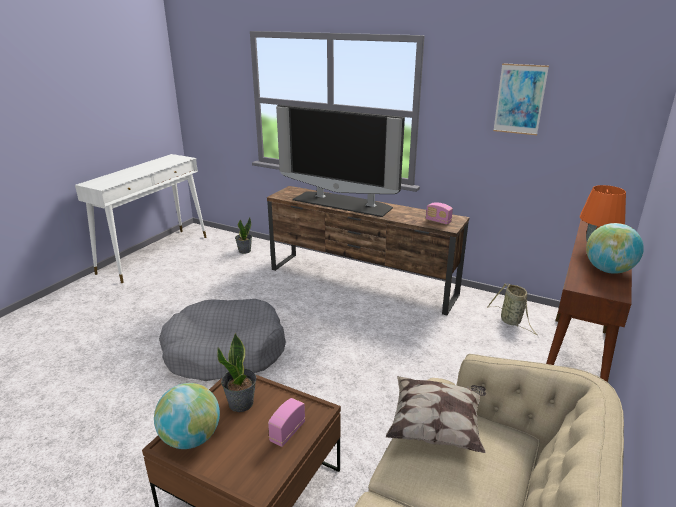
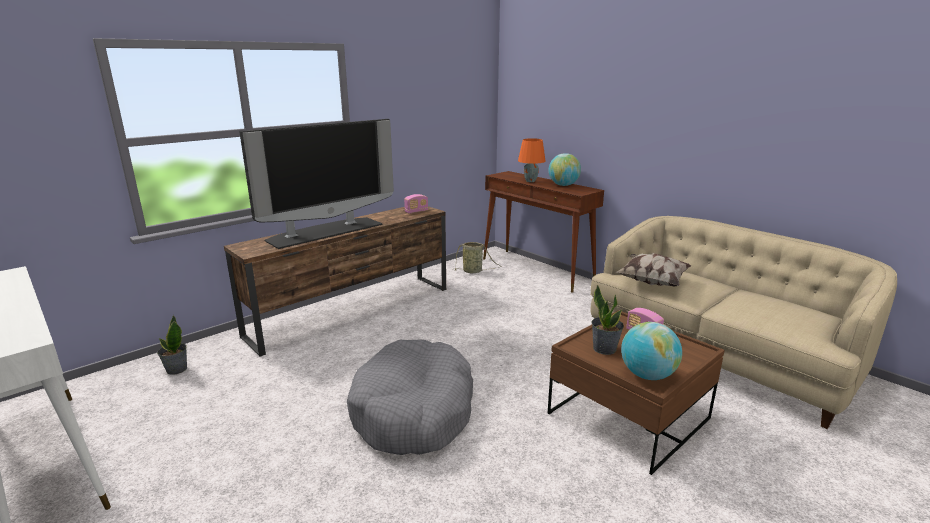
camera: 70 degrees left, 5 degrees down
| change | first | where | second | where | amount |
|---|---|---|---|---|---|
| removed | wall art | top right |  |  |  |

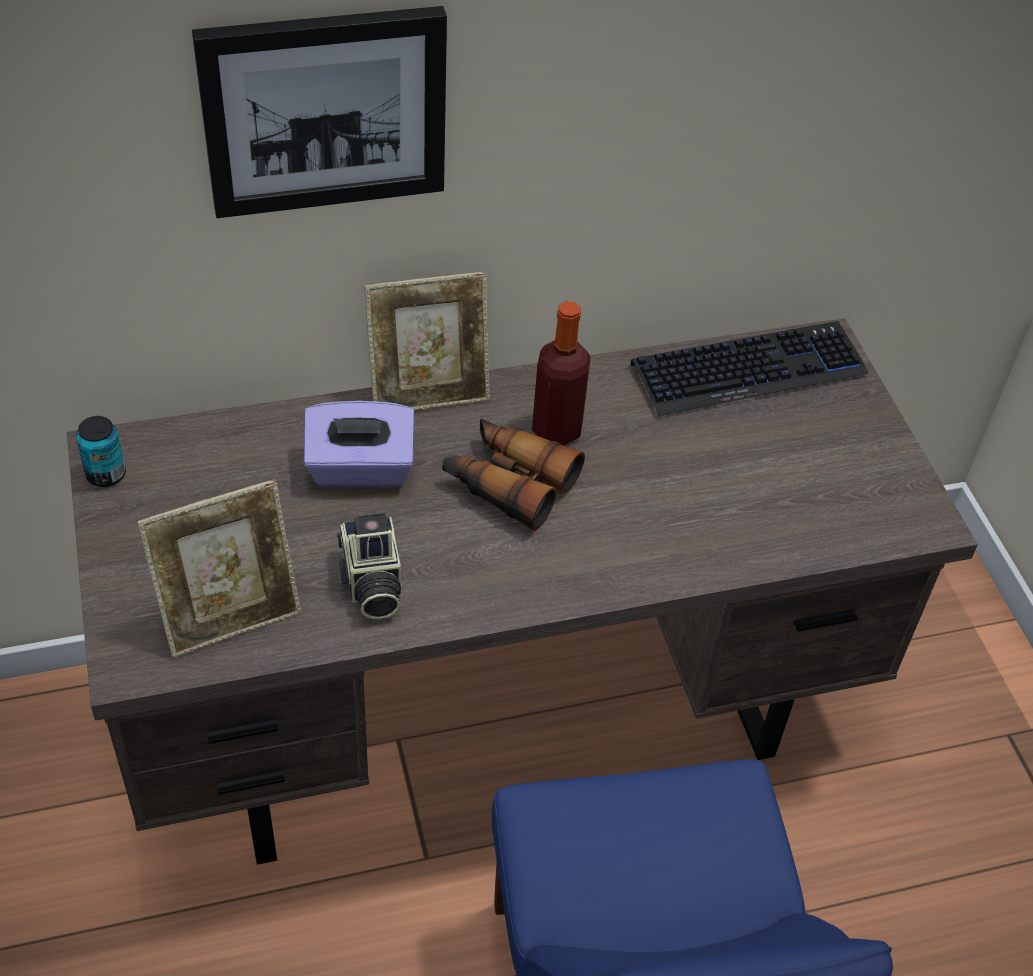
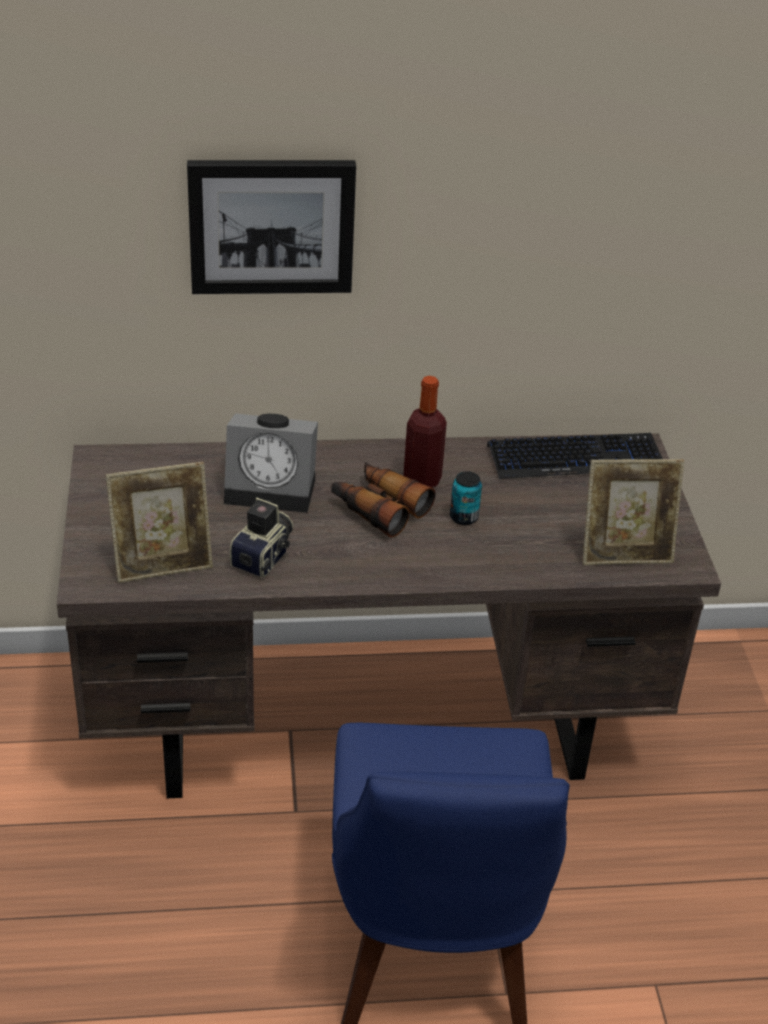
camera: 10 degrees right, 10 degrees down
| change | first | where | second | where | amount |
|---|---|---|---|---|---|
| moved | sealed can | middle left |  | centre |  |
| replaced | box of tissues (purple-coloured) | centre | alarm clock | centre |  |
| turned | still camera | centre |  | centre | 150 degrees counterclockwise |
| moved | standing frame (2nd from left) | centre |  | middle right |  |

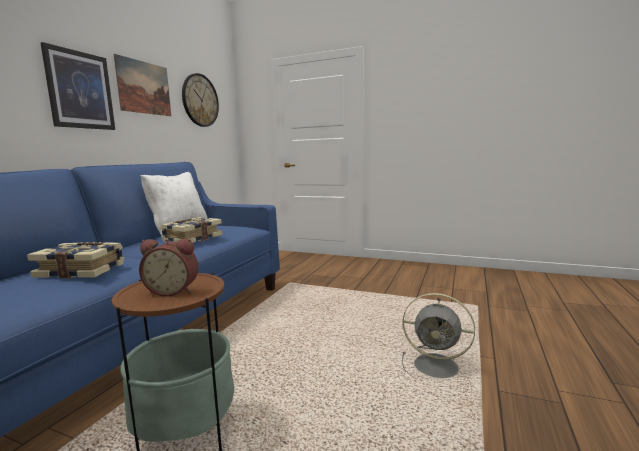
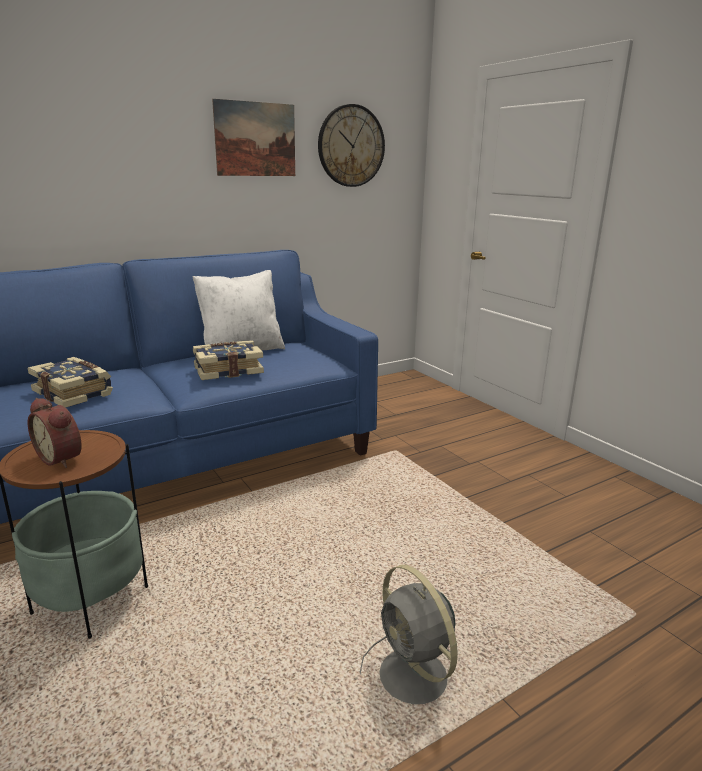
camera: 35 degrees right, 10 degrees up
| change | first | where | second | where | amount |
|---|---|---|---|---|---|
| removed | wall art (1st from left) | top left |  |  |  |

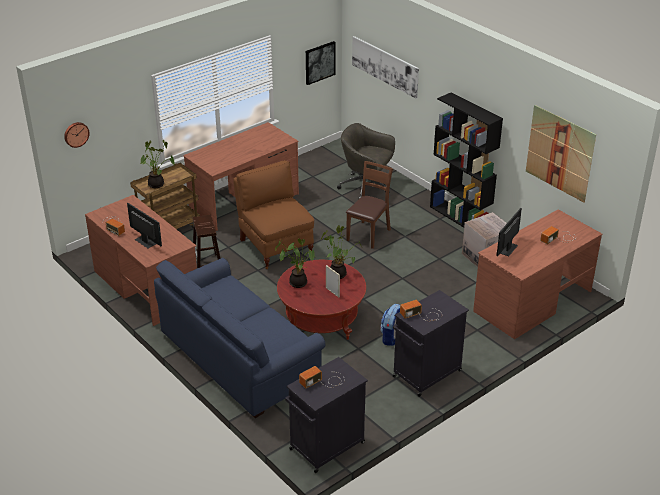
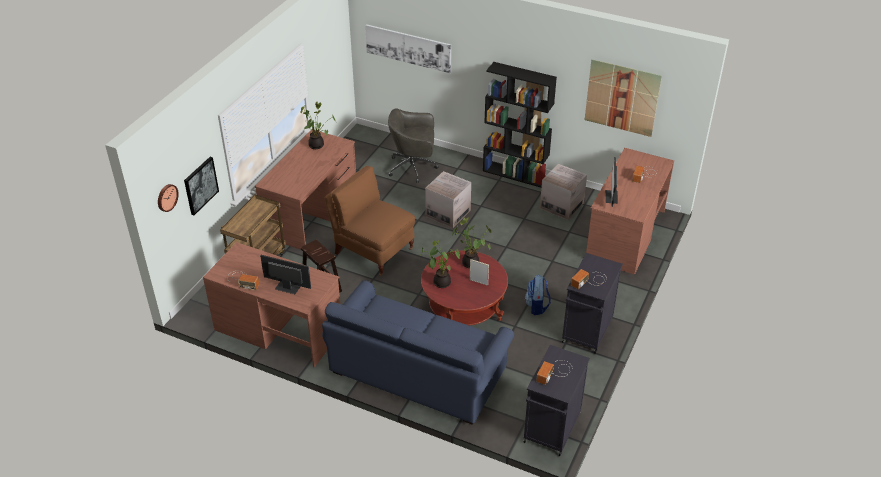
camera: 25 degrees left, 5 degrees up
| change | first | where | second | where | amount |
|---|---|---|---|---|---|
| moved | plant in a pot (1st from left) | top left |  | top centre |  |
| moved | wall art (1st from left) | top centre |  | middle left |  |
| replaced | chair (brown-coloured) (2nd from left) | centre | cardboard box (1st from left) | centre |  |

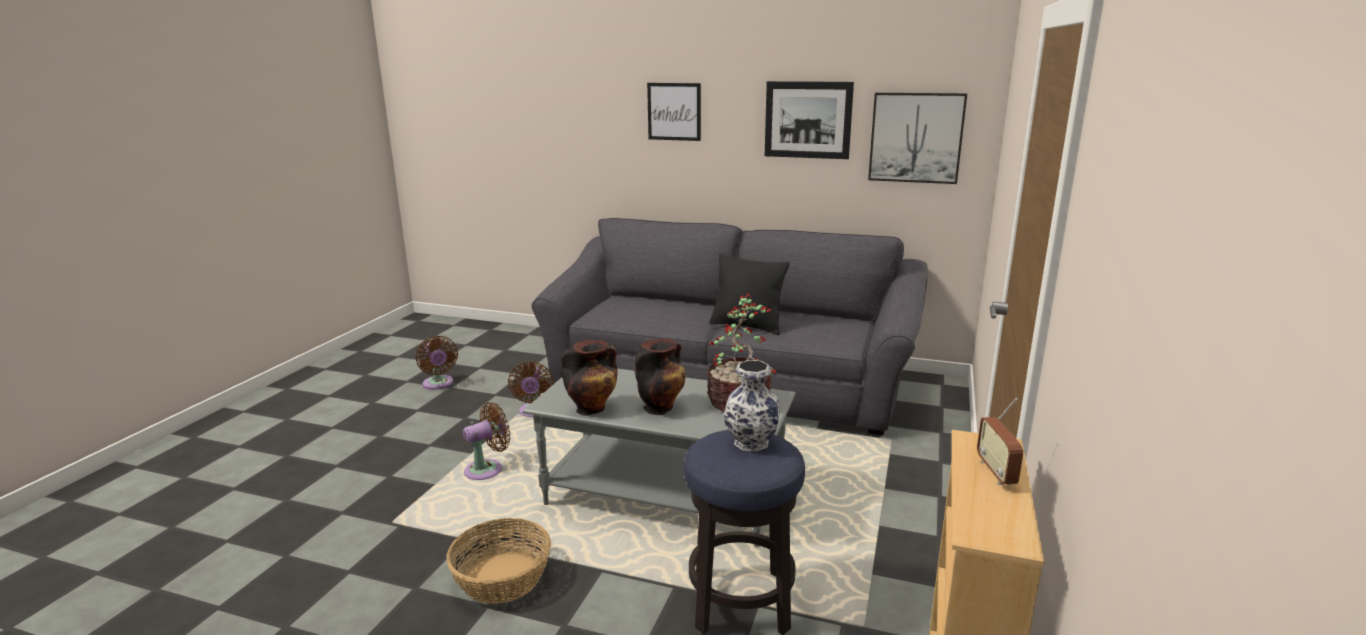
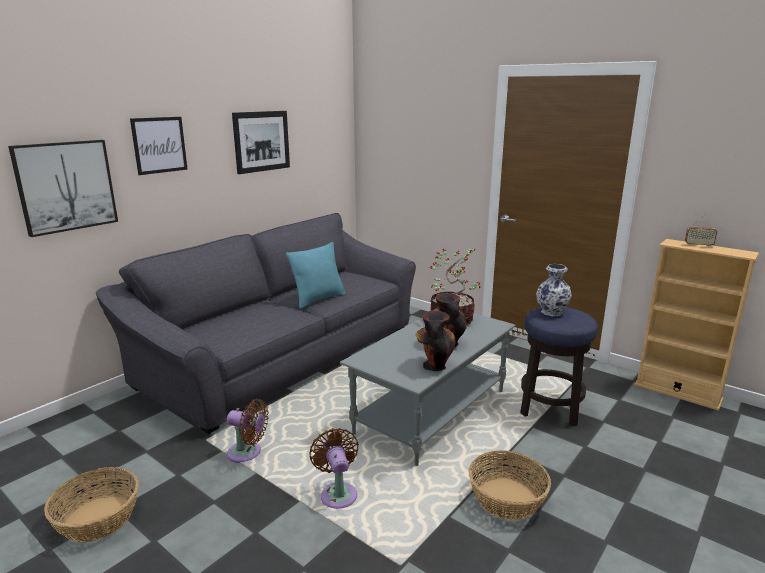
camera: 70 degrees left, 0 degrees up
| change | first | where | second | where | amount |
|---|---|---|---|---|---|
| replaced | electric fan (brown-coloured) (1st from left) | middle left | storage basket (1st from left) | bottom left |  |
| recoloured | pillow (black) | centre | pillow (blue-green) | centre |  |
| moved | wall art (3rd from left in the first image) | top right | wall art (1st from left) | top left |  |

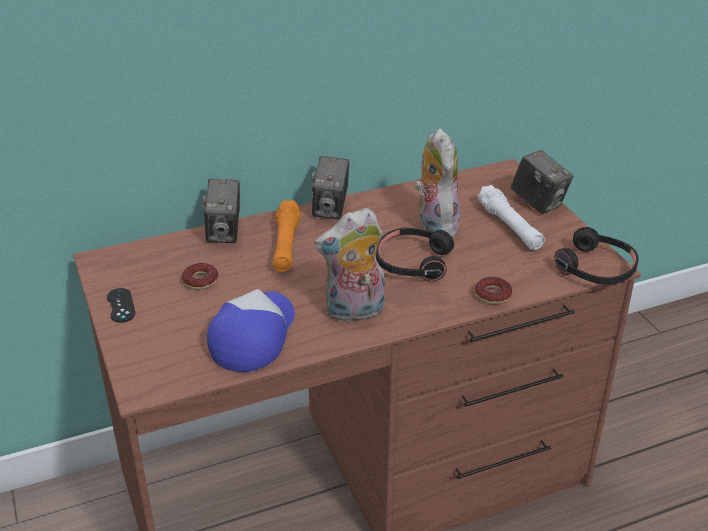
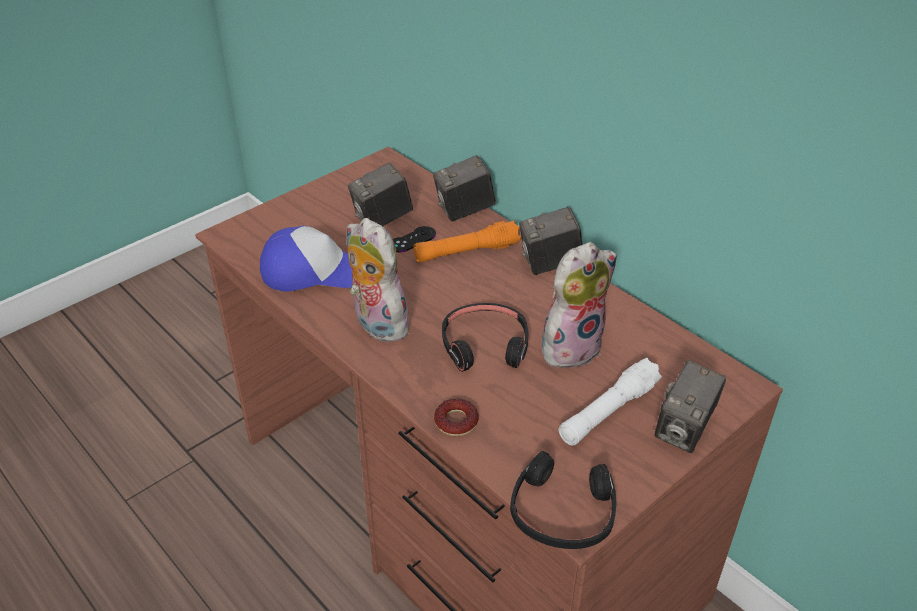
camera: 70 degrees right, 5 degrees up
| change | first | where | second | where | amount |
|---|---|---|---|---|---|
| moved | joypad (black) | middle left |  | centre |  |
| replaced | ring doughnut (1st from left) | middle left | still camera (1st from left) | top centre |  |

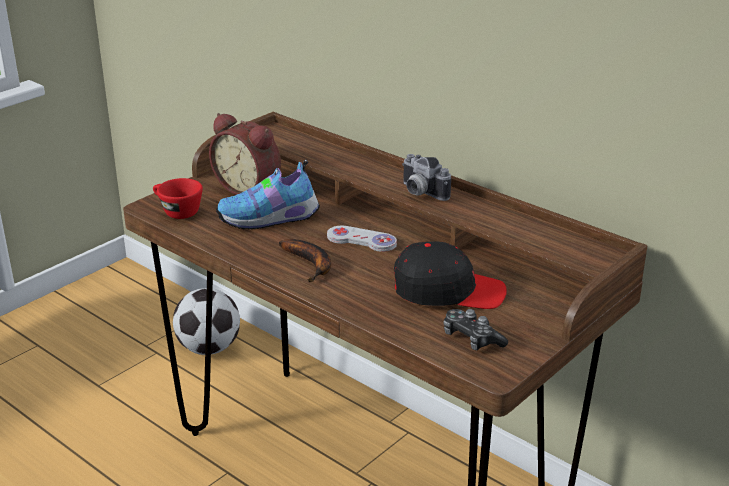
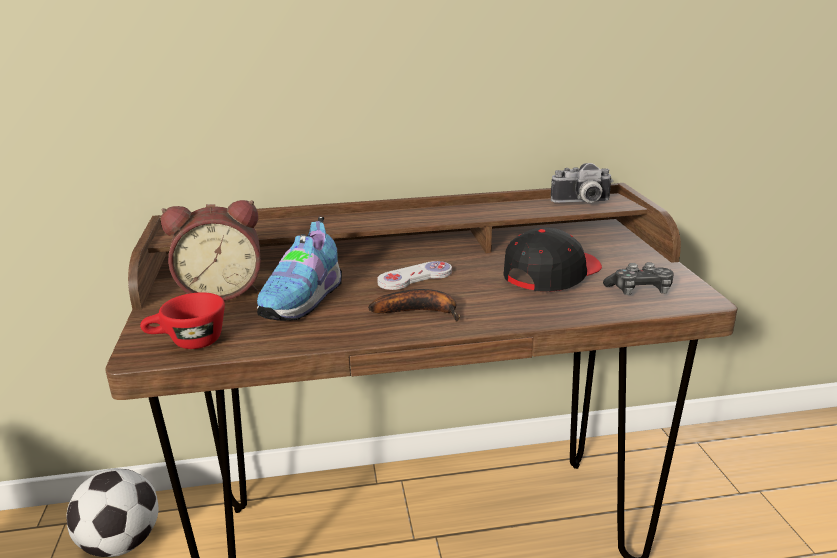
camera: 50 degrees left, 5 degrees down
| change | first | where | second | where | amount |
|---|---|---|---|---|---|
| moved | still camera | centre |  | top right |  |

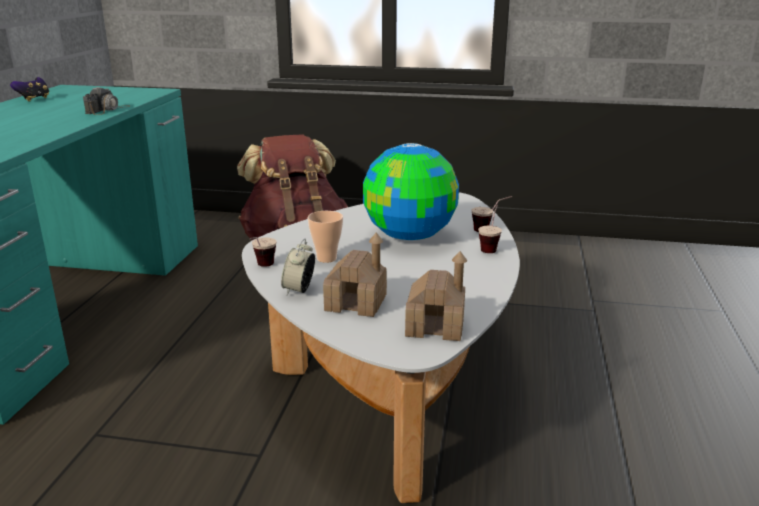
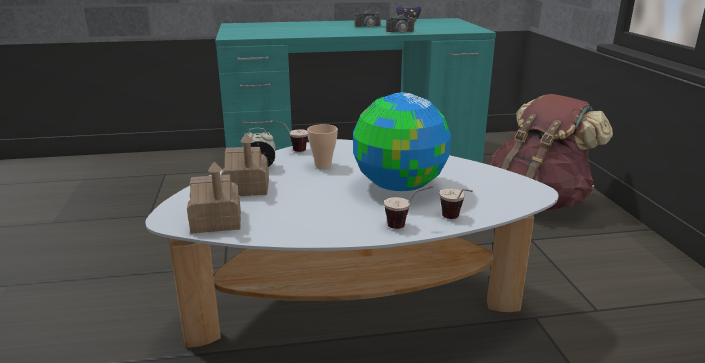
camera: 70 degrees right, 0 degrees up
| change | first | where | second | where | amount |
|---|---|---|---|---|---|
| added |  |  | still camera (1st from left) | top centre |  |

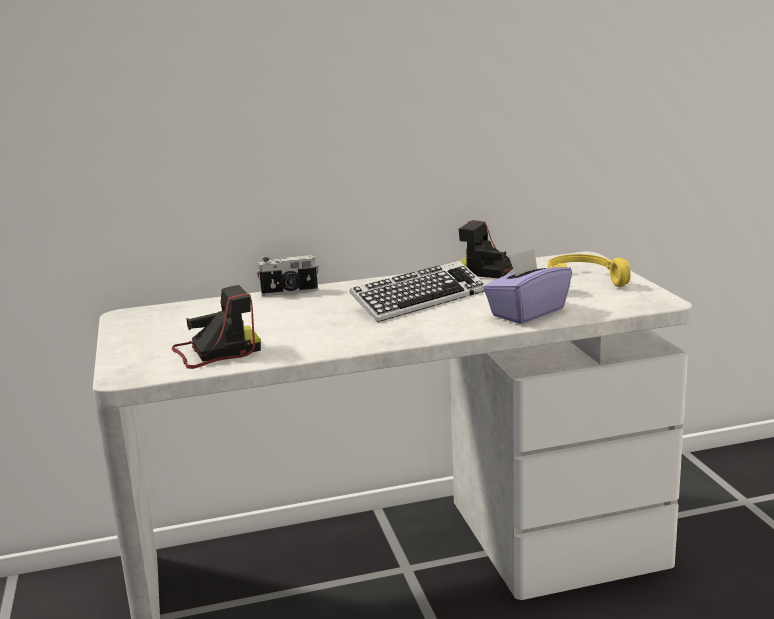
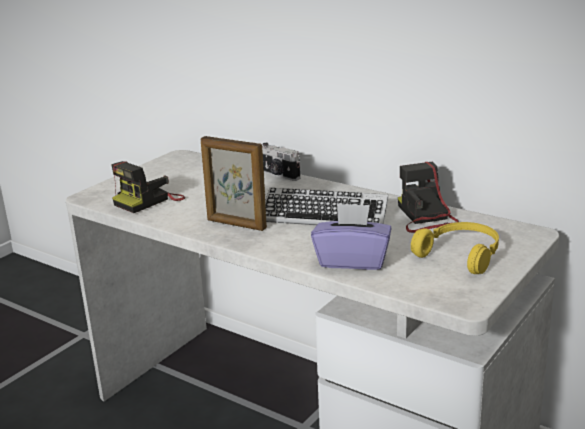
camera: 50 degrees right, 5 degrees up
| change | first | where | second | where | amount |
|---|---|---|---|---|---|
| turned | still camera (1st from left) | middle left |  | middle left | 105 degrees clockwise |
| added |  |  | standing frame | centre |  |

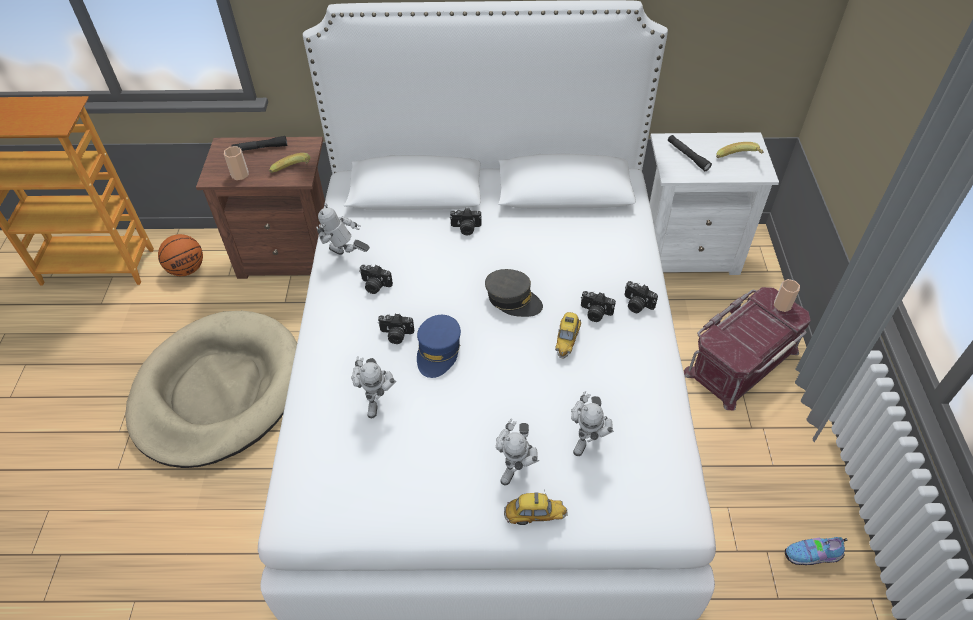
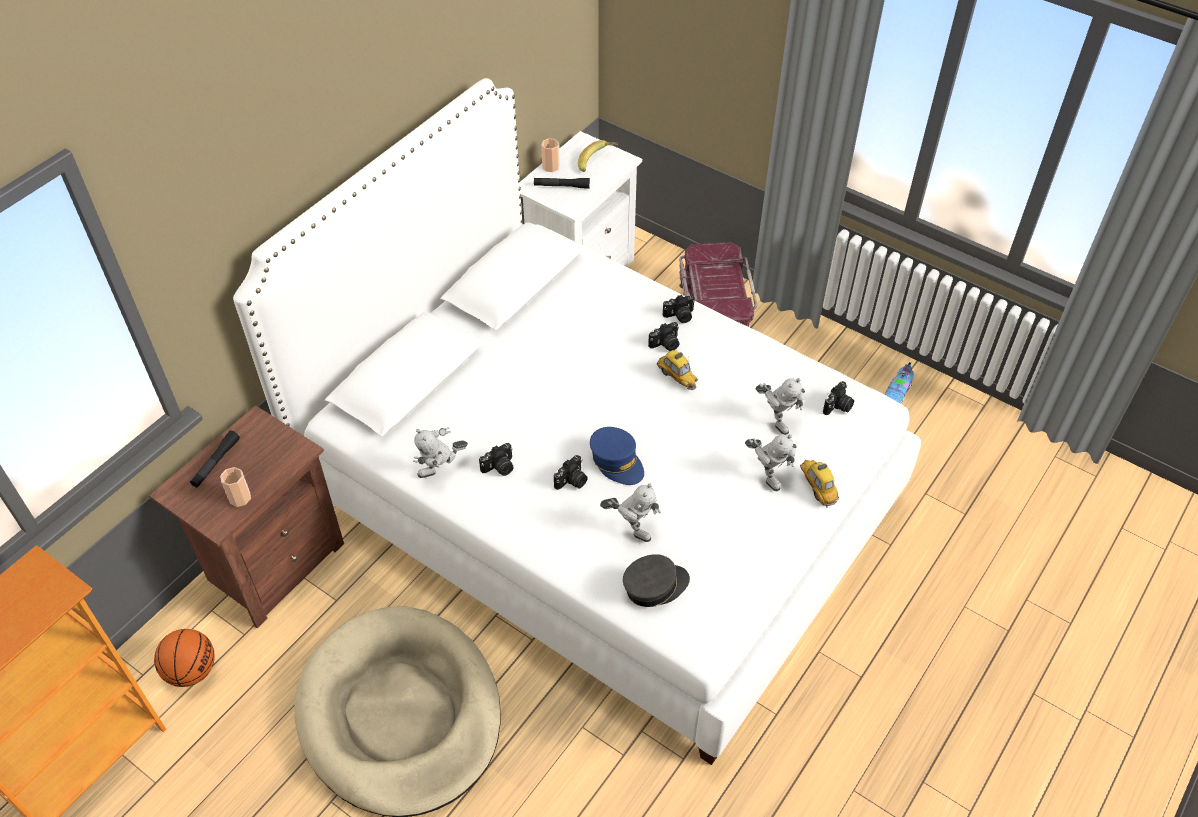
camera: 55 degrees left, 0 degrees up
| change | first | where | second | where | amount |
|---|---|---|---|---|---|
| removed | banana fruit (1st from left) | top left |  |  |  |
| moved | still camera (3rd from left in the first image) | centre | still camera (5th from left) | middle right |  |
| moved | peaked cap (gray) | centre |  | bottom centre |  |
| turned | toy car (1st from left in the first image) | bottom centre | toy car (2nd from left) | middle right | 60 degrees counterclockwise |
| moved | drinking cup (2nd from left) | middle right |  | top centre |  |

